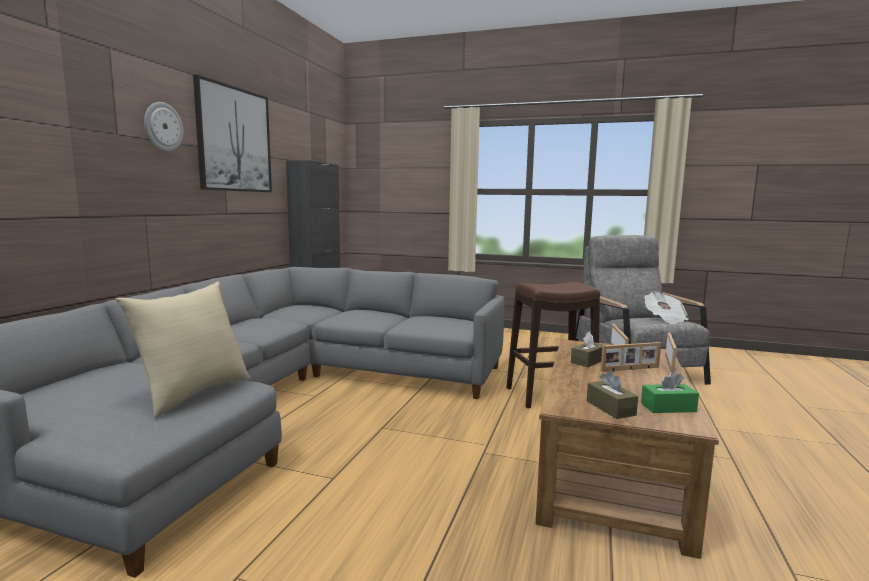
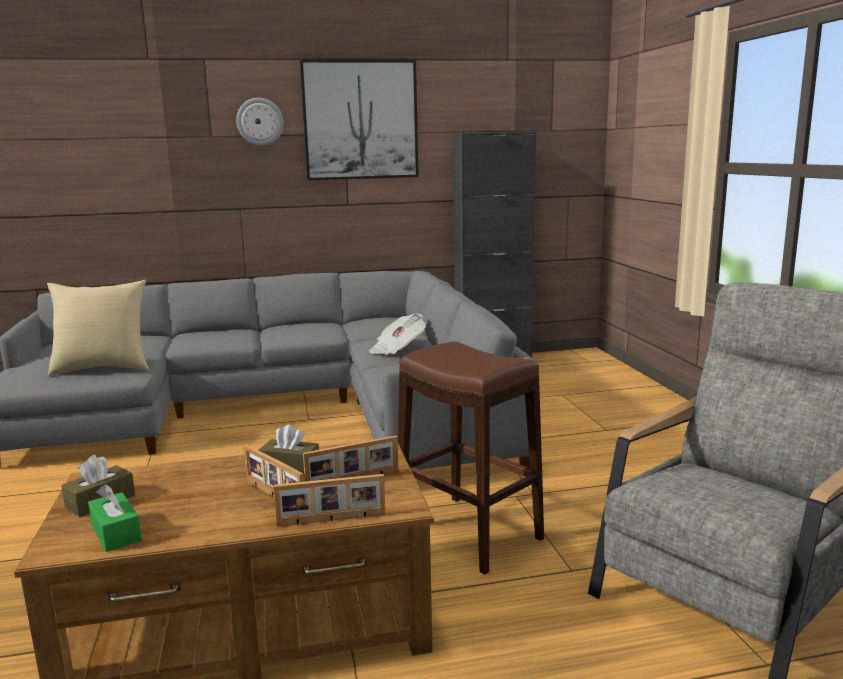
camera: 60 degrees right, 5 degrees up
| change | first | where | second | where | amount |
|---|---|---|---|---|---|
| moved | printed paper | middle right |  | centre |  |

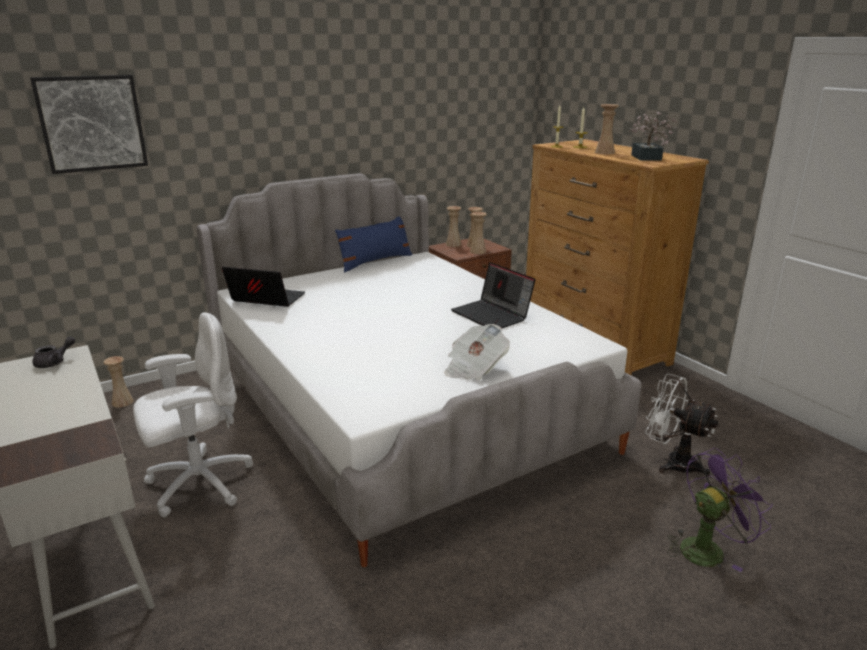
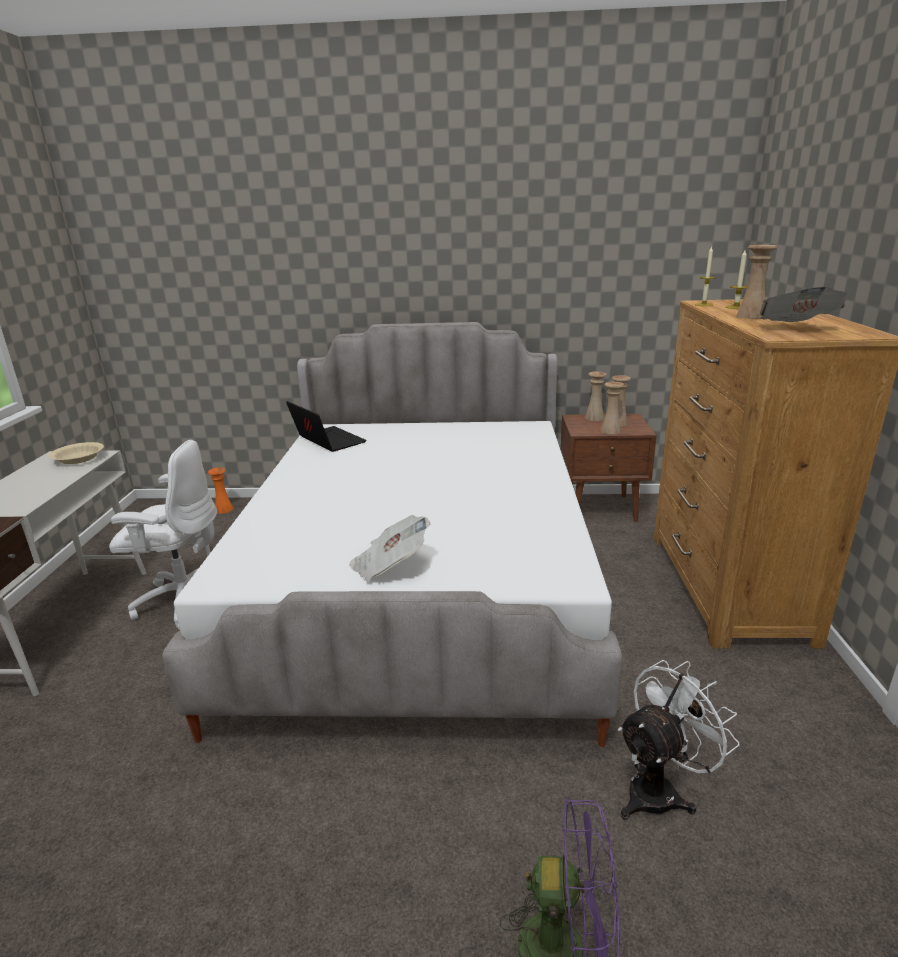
camera: 35 degrees right, 0 degrees up
| change | first | where | second | where | amount |
|---|---|---|---|---|---|
| removed | wall art | top left |  |  |  |
| replaced | teapot (gray) | middle left | deep dish (sand-coloured) | middle left |  |
| recoloured | vase (sand-coloured) (1st from left) | middle left | vase (orange) | middle left |  |
| removed | pillow (blue-coloured) | centre |  |  |  |
| removed | portable computer (2nd from left) | centre |  |  |  |
| replaced | plant in a pot | top right | printed paper (2nd from left) | top right |  |
| turned | electric fan (white-coloured) | middle right |  | bottom right | 75 degrees clockwise |

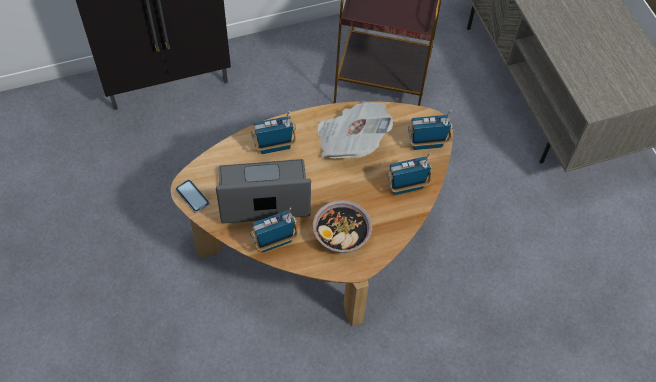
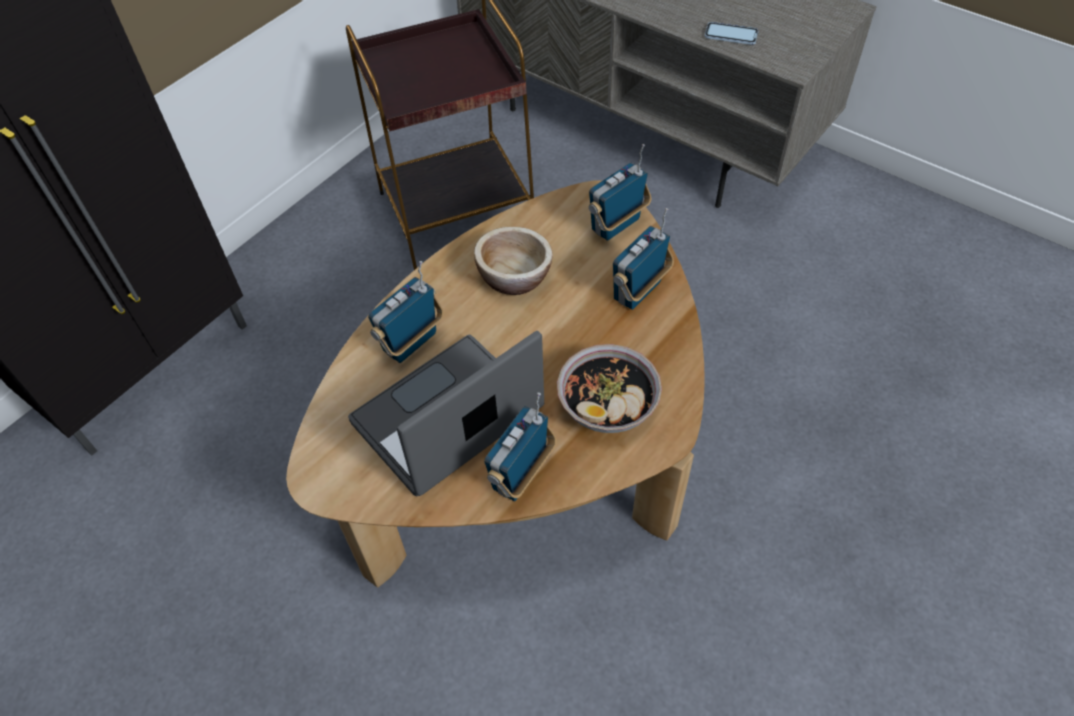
camera: 30 degrees left, 5 degrees down
| change | first | where | second | where | amount |
|---|---|---|---|---|---|
| moved | phone | middle left |  | top right |  |
| replaced | printed paper | centre | deep dish (1st from left) | centre |  |

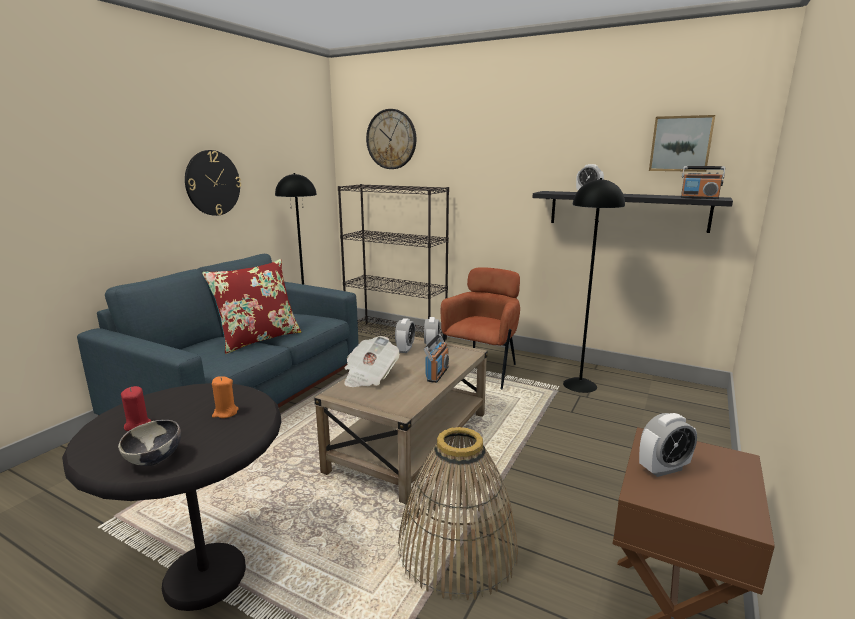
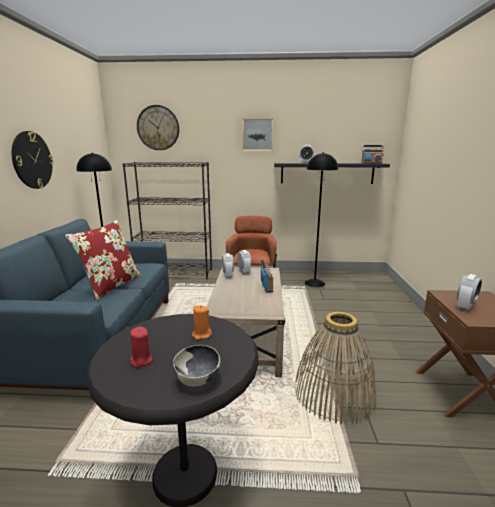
camera: 25 degrees left, 0 degrees up
| change | first | where | second | where | amount |
|---|---|---|---|---|---|
| removed | printed paper | centre |  |  |  |
| moved | wall art | top right |  | top centre |  |

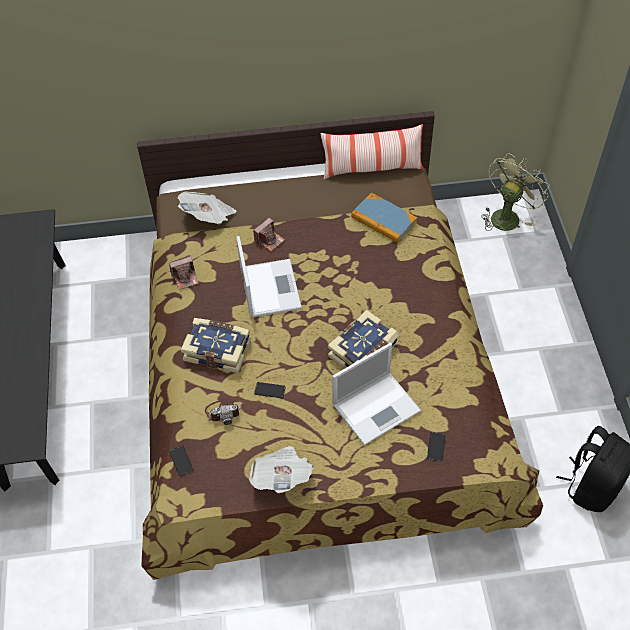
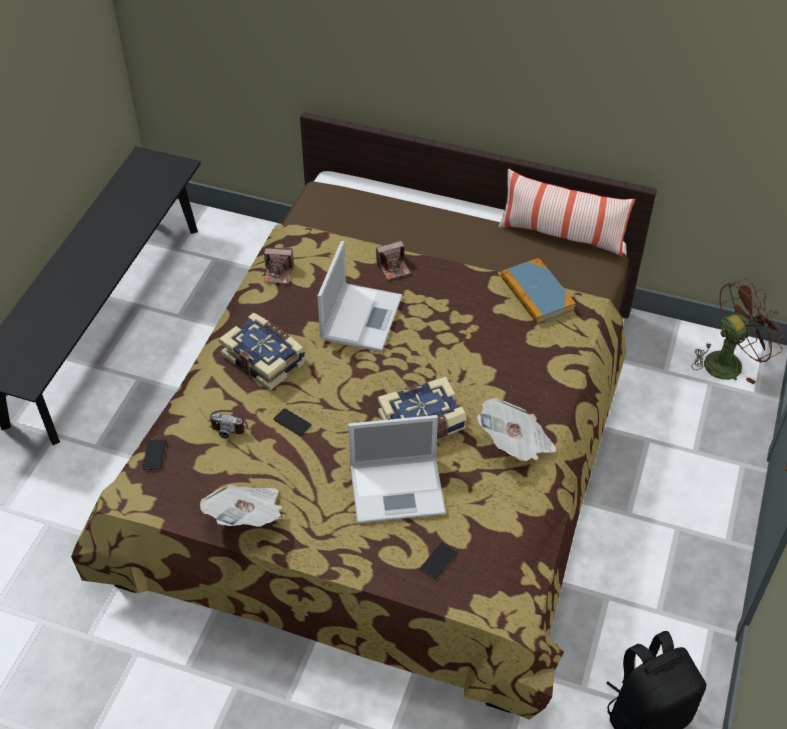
camera: 25 degrees right, 5 degrees down
| change | first | where | second | where | amount |
|---|---|---|---|---|---|
| moved | printed paper (1st from left in the first image) | top left | printed paper (2nd from left) | centre |  |
| recoloured | electric fan (green) | top right | electric fan (brown-coloured) | middle right |  |

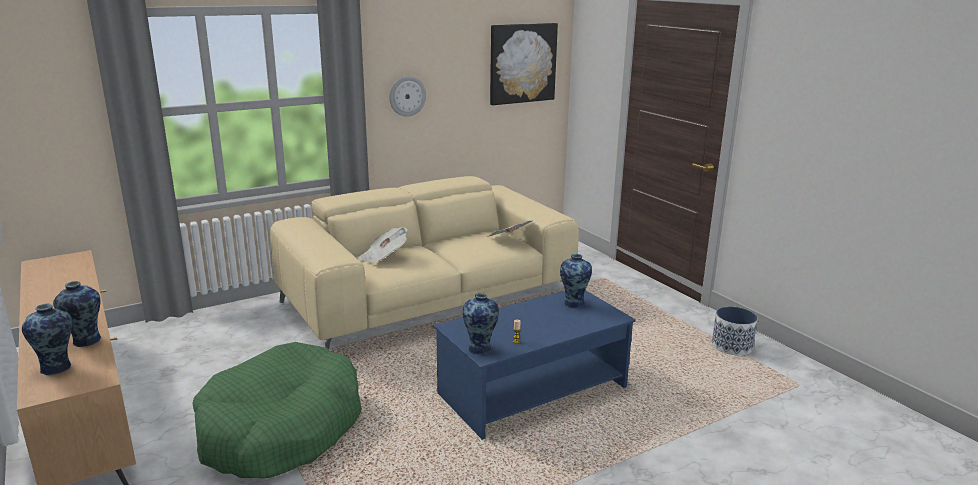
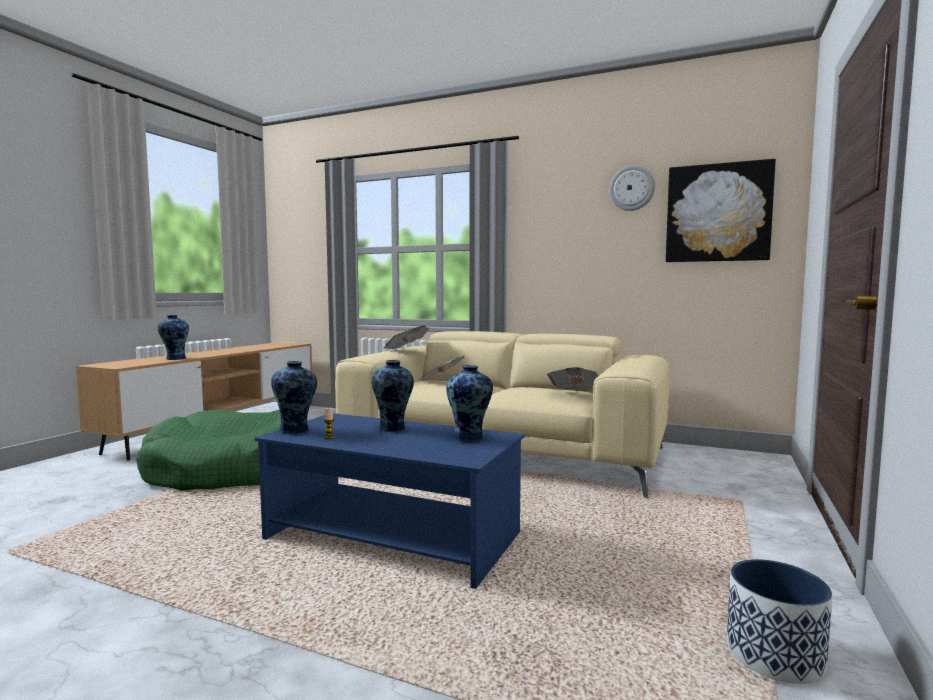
camera: 55 degrees right, 15 degrees down
| change | first | where | second | where | amount |
|---|---|---|---|---|---|
| moved | vase (1st from left in the first image) | bottom left | vase (3rd from left) | centre |  |
| moved | wall clock | top centre |  | top right |  |
| added |  |  | printed paper (1st from left) | centre |  |

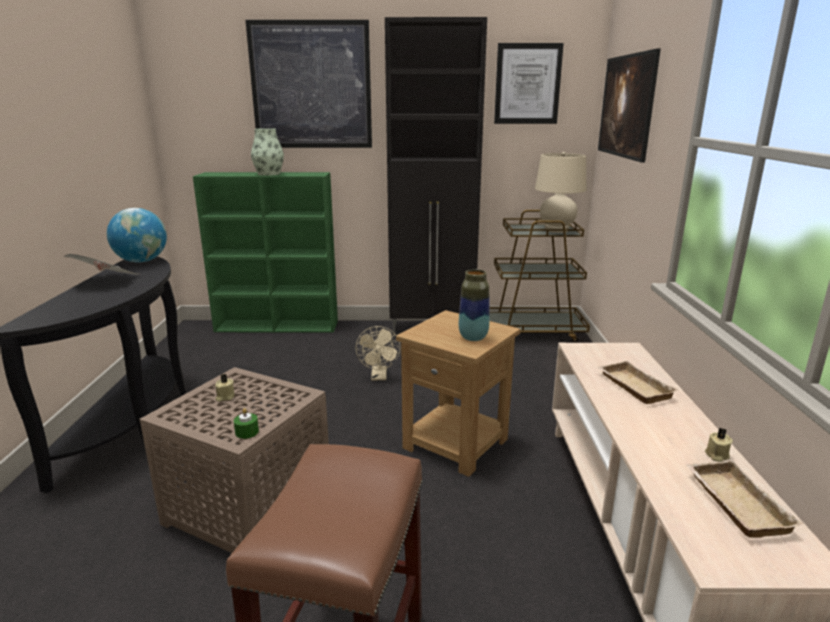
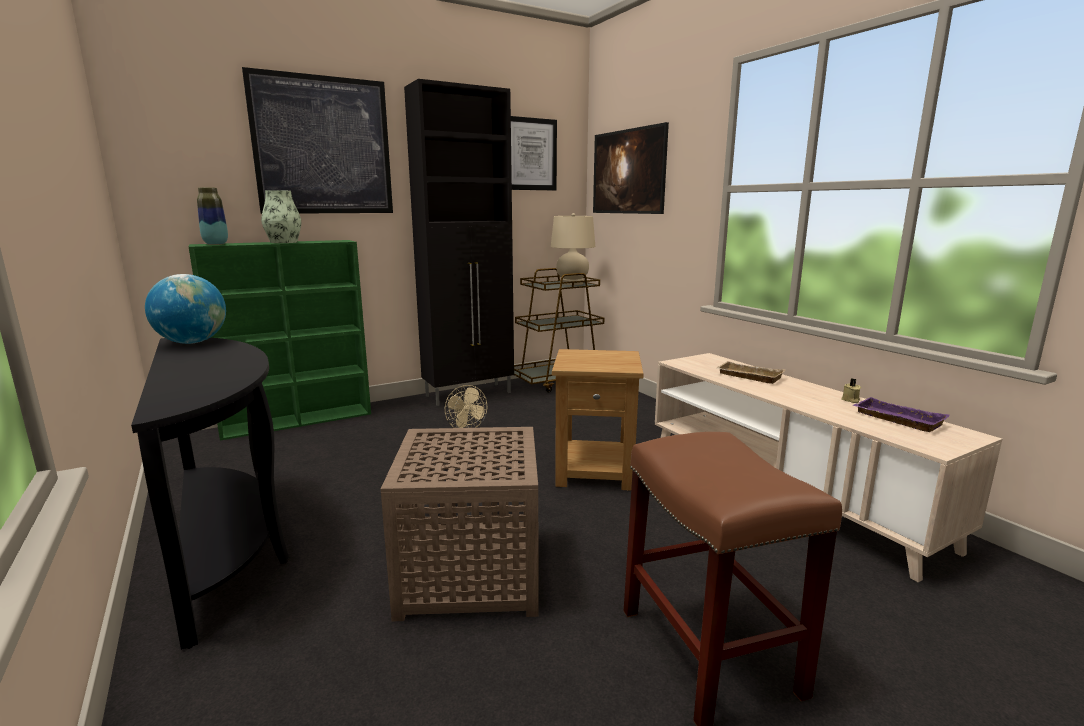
camera: 30 degrees left, 5 degrees down
| change | first | where | second | where | amount |
|---|---|---|---|---|---|
| removed | printed paper | middle left |  |  |  |
| removed | wax candle (sand-coloured) (1st from left) | middle left |  |  |  |
| removed | wax candle (green) | bottom left |  |  |  |
| moved | vase (2nd from left in the first image) | centre | vase (1st from left) | top left |  |
| recoloured | carrying tray (sand-coloured) (2nd from left) | bottom right | carrying tray (purple-coloured) | middle right |  |

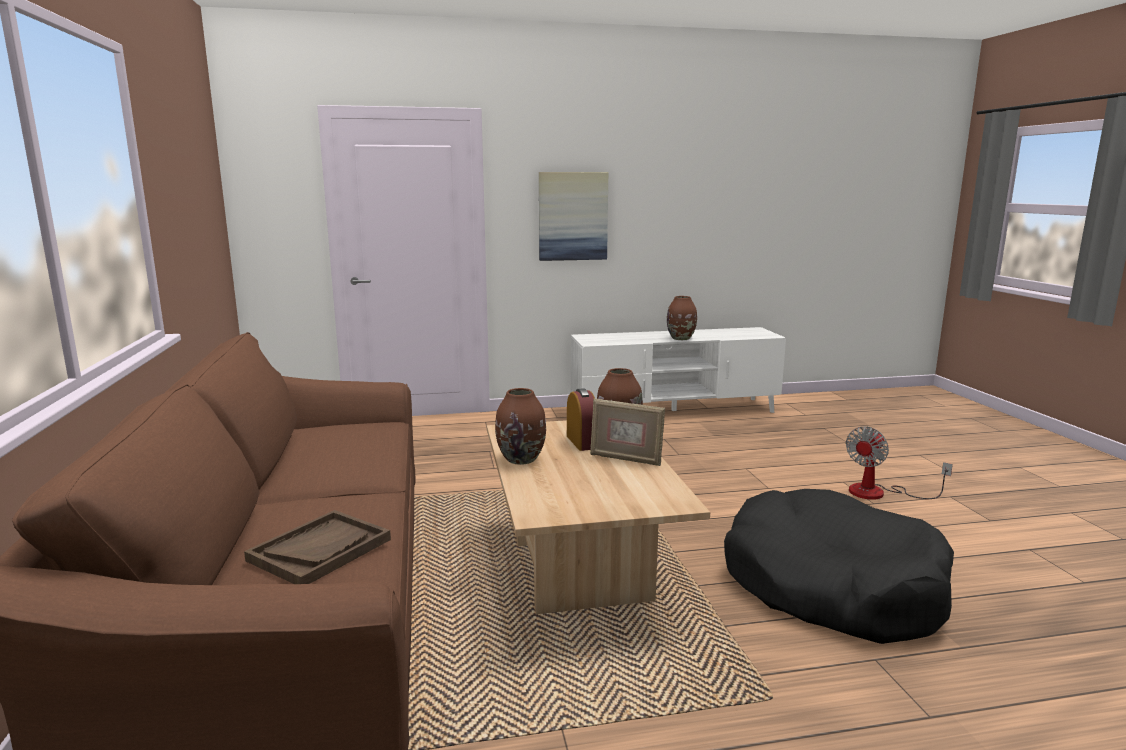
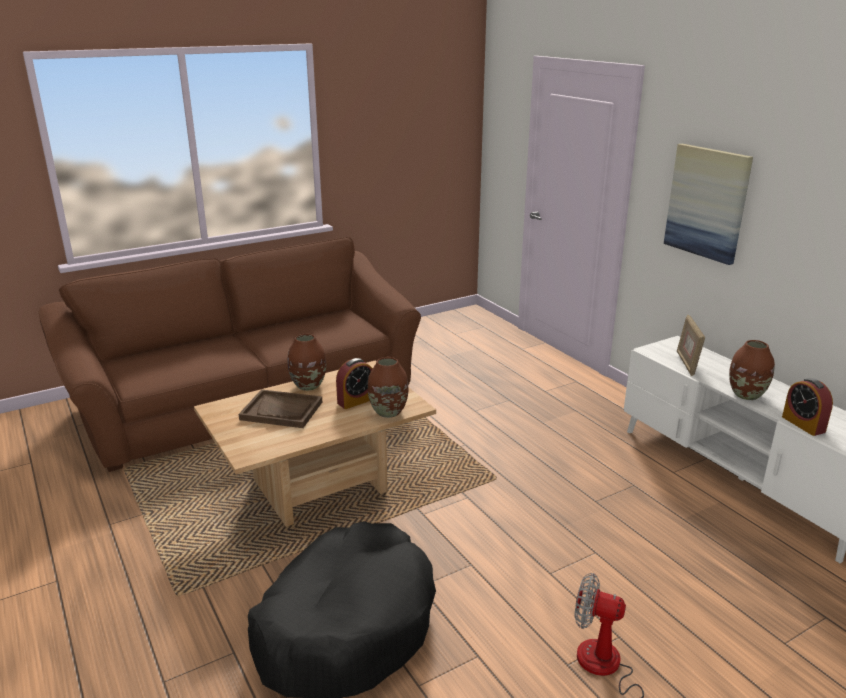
camera: 70 degrees right, 10 degrees up
| change | first | where | second | where | amount |
|---|---|---|---|---|---|
| moved | carrying tray (brown-coloured) | bottom left |  | middle left |  |
| moved | standing frame | centre |  | middle right |  |
| added |  |  | alarm clock (2nd from left) | middle right |  |

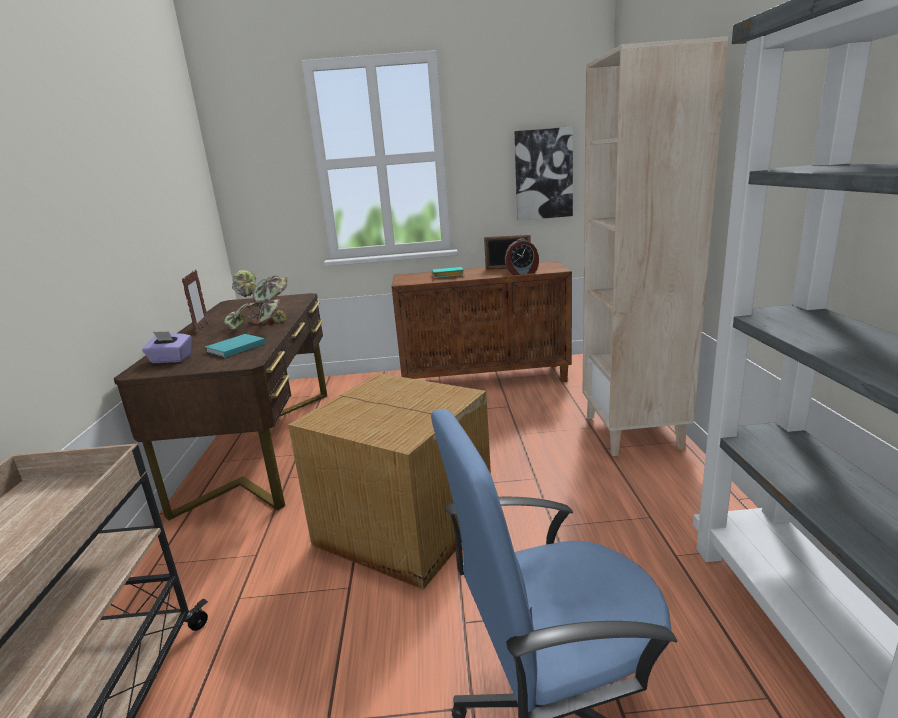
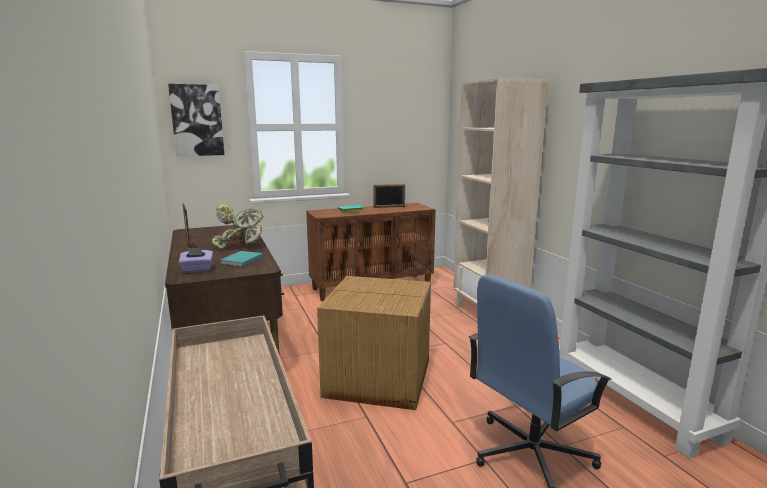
camera: 20 degrees left, 5 degrees down
| change | first | where | second | where | amount |
|---|---|---|---|---|---|
| removed | alarm clock | centre |  |  |  |
| moved | wall art | top centre |  | top left |  |

